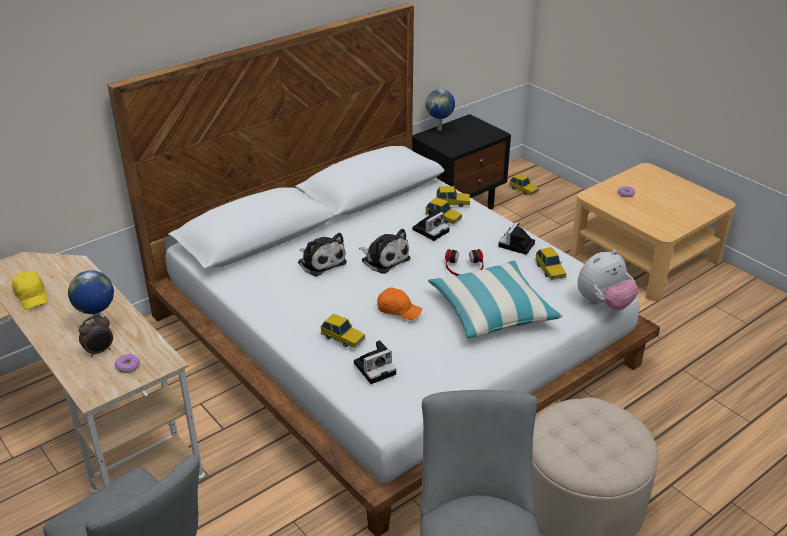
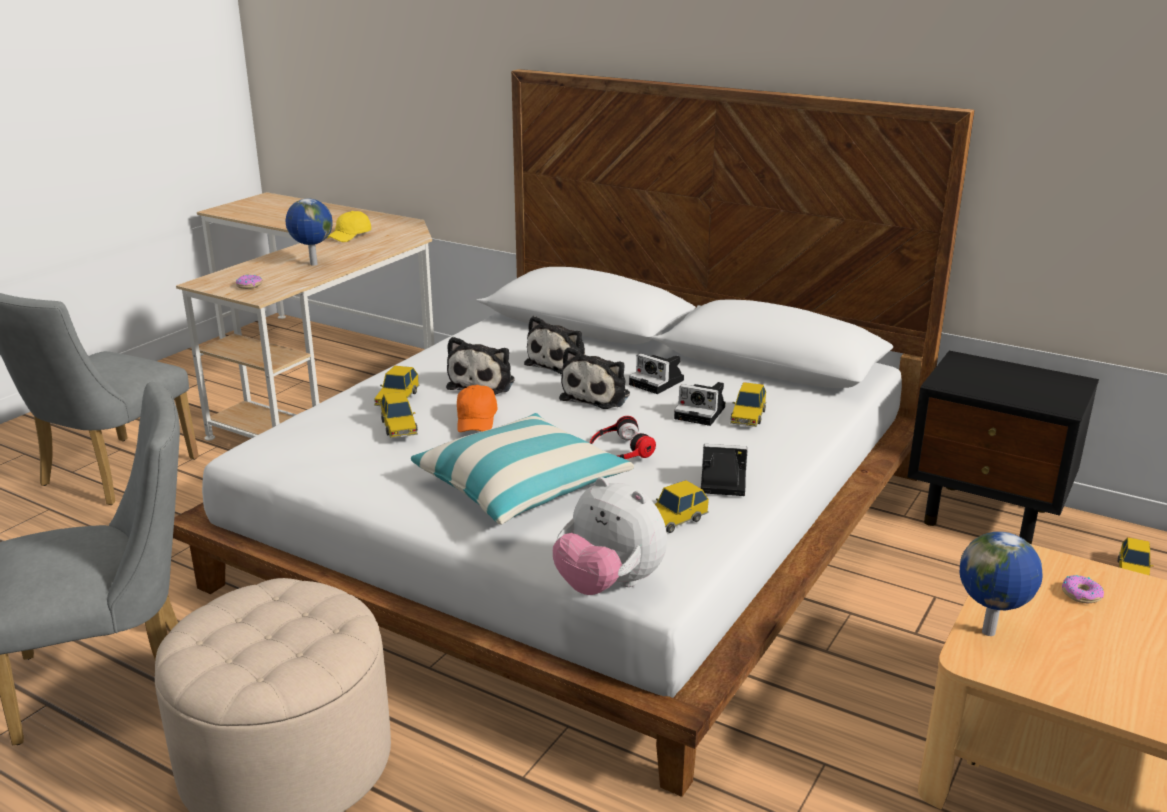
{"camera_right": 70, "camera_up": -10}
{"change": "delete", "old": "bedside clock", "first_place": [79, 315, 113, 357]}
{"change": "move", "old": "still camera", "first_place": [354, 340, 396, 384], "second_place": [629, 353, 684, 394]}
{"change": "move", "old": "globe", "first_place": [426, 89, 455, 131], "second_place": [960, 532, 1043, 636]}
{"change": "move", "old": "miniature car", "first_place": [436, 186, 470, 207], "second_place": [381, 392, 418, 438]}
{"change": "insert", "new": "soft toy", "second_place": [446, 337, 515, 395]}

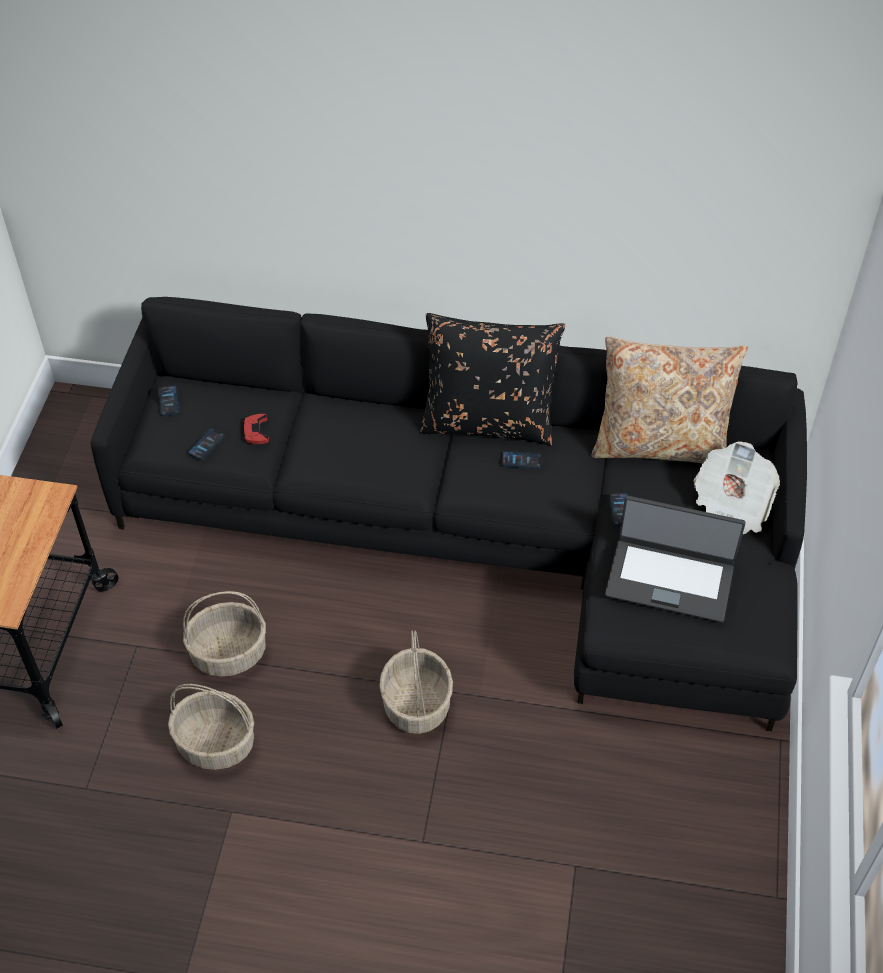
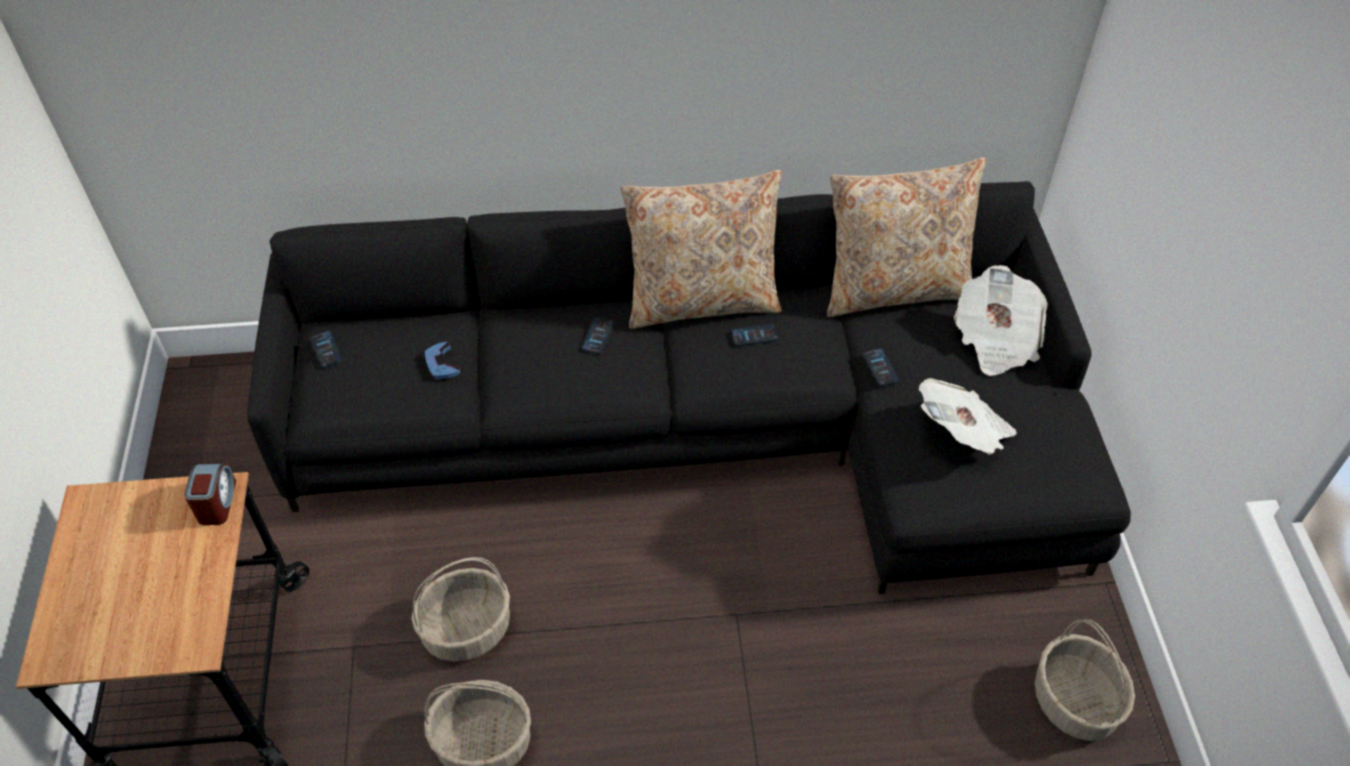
{"camera_right": -15, "camera_up": 0}
{"change": "move", "old": "phone", "first_place": [188, 428, 225, 460], "second_place": [581, 317, 614, 354]}
{"change": "recolor", "old": "joypad in red-coloured", "new": "joypad in bluish", "first_place": [243, 414, 269, 444], "second_place": [423, 342, 460, 379]}
{"change": "move", "old": "household basket", "first_place": [379, 631, 453, 734], "second_place": [1035, 619, 1135, 741]}
{"change": "recolor", "old": "pillow in blackish", "new": "pillow in beige-coloured", "first_place": [419, 313, 565, 445], "second_place": [621, 170, 782, 329]}
{"change": "replace", "old": "laptop", "new": "newspaper", "first_place": [605, 496, 746, 623], "second_place": [919, 378, 1017, 455]}
{"change": "insert", "new": "bedside clock", "second_place": [184, 464, 236, 525]}

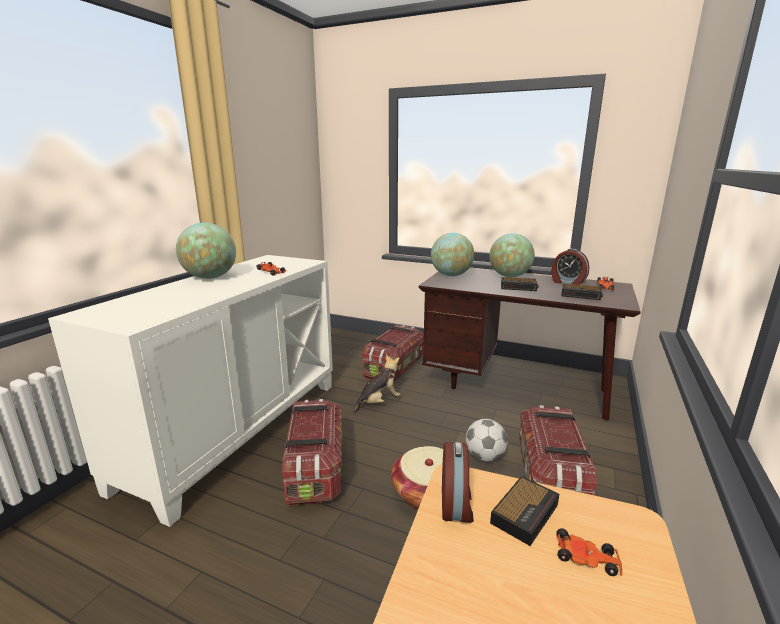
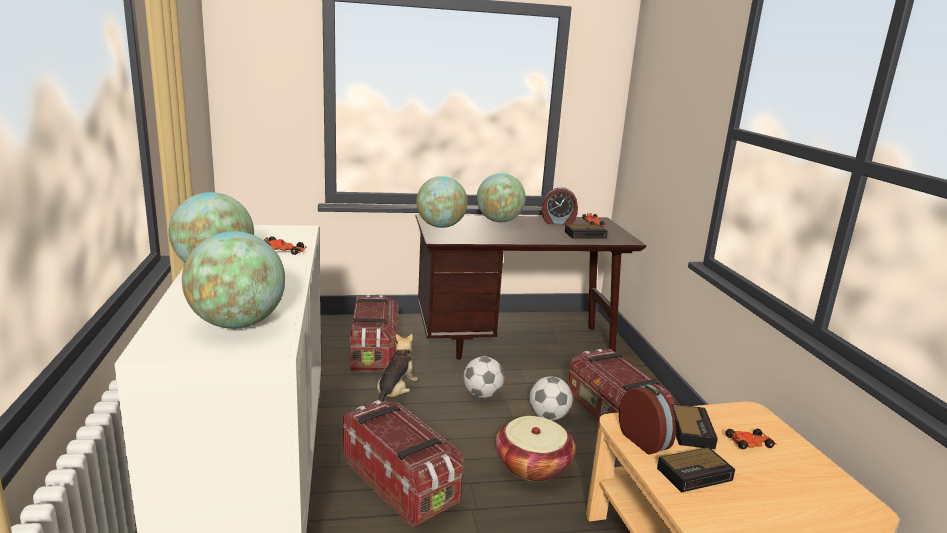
{"camera_right": -35, "camera_up": 0}
{"change": "move", "old": "bedside clock", "first_place": [501, 277, 539, 291], "second_place": [657, 447, 735, 493]}
{"change": "insert", "new": "globe", "second_place": [182, 231, 285, 329]}
{"change": "insert", "new": "football", "second_place": [463, 356, 504, 398]}

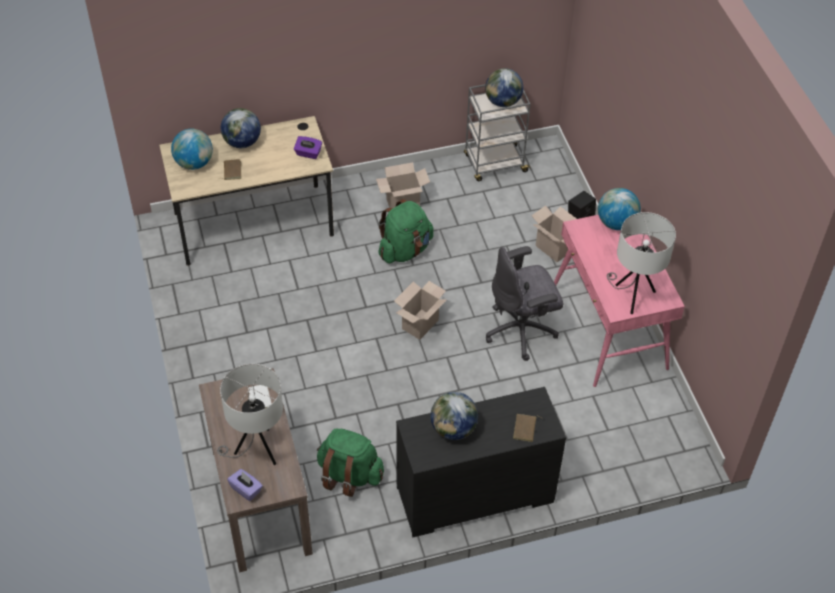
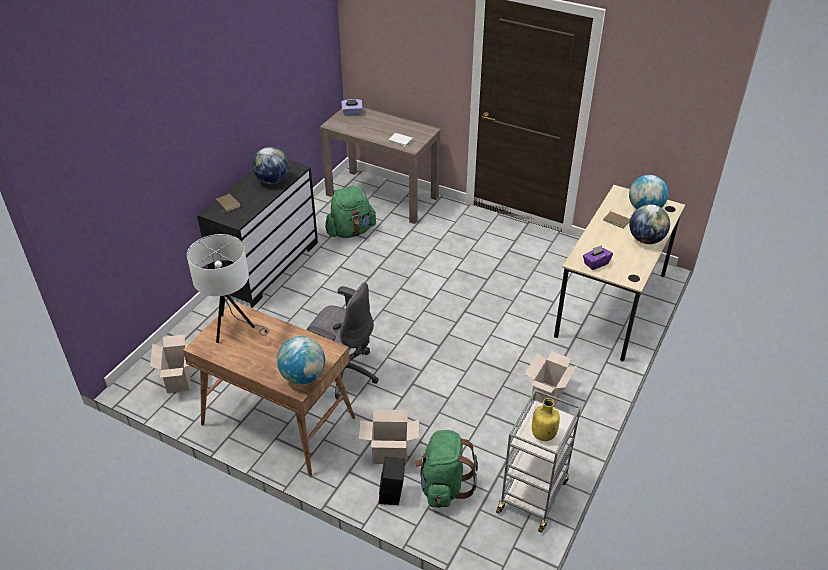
{"camera_right": 135, "camera_up": -10}
{"change": "delete", "old": "lamp for a table in whitish", "first_place": [217, 364, 283, 465]}
{"change": "move", "old": "rucksack in greenish", "first_place": [378, 199, 434, 263], "second_place": [415, 430, 478, 508]}
{"change": "move", "old": "cardboard box", "first_place": [394, 281, 447, 340], "second_place": [150, 334, 191, 393]}
{"change": "replace", "old": "globe", "new": "bottle in yellowish", "first_place": [485, 68, 523, 107], "second_place": [532, 398, 560, 441]}
{"change": "rotate", "old": "desk chair in gray", "first_place": [486, 246, 563, 361], "second_place": [306, 282, 379, 401], "degrees": 90}
{"change": "recolor", "old": "desk table in pink", "new": "desk table in brown-coloured", "first_place": [554, 215, 685, 387], "second_place": [183, 302, 355, 476]}

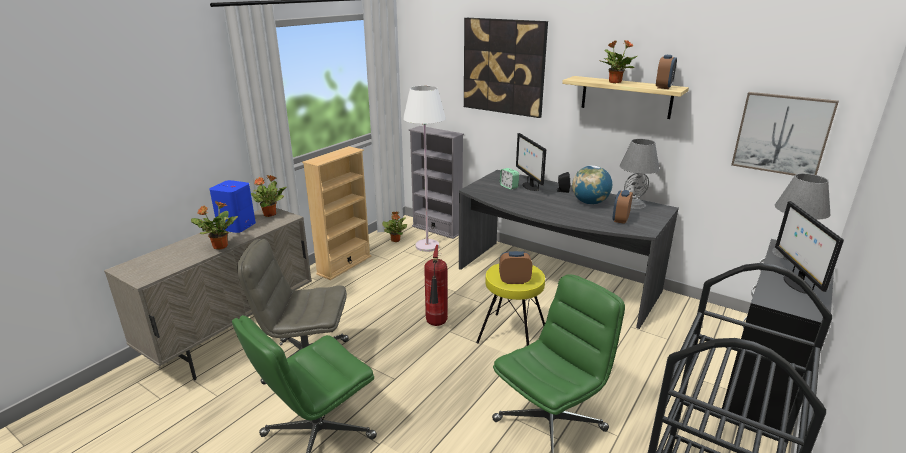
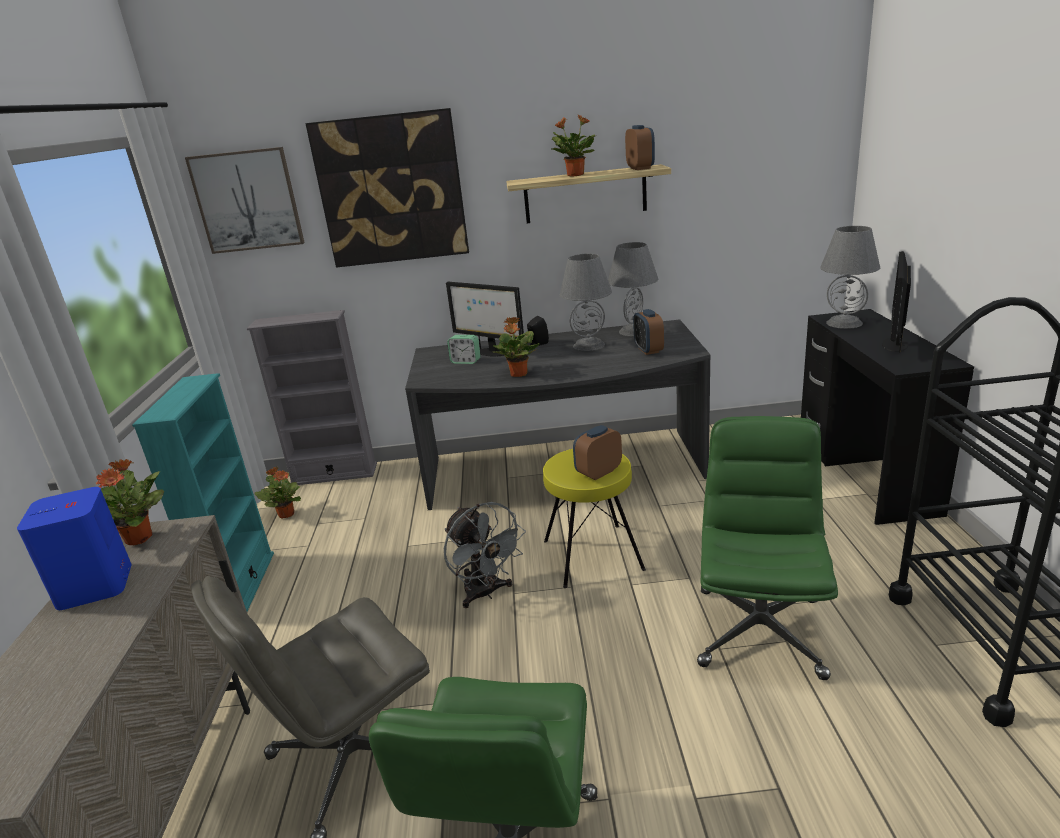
{"camera_right": -35, "camera_up": 0}
{"change": "move", "old": "plant in a pot", "first_place": [191, 201, 238, 250], "second_place": [493, 317, 539, 377]}
{"change": "recolor", "old": "shelving unit in beige-coloured", "new": "shelving unit in blue-green", "first_place": [302, 146, 372, 280], "second_place": [132, 373, 274, 611]}
{"change": "delete", "old": "standard lamp in whitish", "first_place": [403, 86, 446, 252]}
{"change": "replace", "old": "fire extinguisher", "new": "fan in gray", "first_place": [424, 245, 448, 326], "second_place": [444, 502, 526, 608]}
{"change": "replace", "old": "globe", "new": "lamp for a table in gray", "first_place": [572, 165, 612, 205], "second_place": [560, 254, 612, 351]}
{"change": "move", "old": "wall picture", "first_place": [731, 92, 839, 176], "second_place": [185, 147, 305, 254]}
{"change": "rotate", "old": "monitor", "first_place": [775, 201, 844, 294], "second_place": [882, 251, 911, 353], "degrees": 60}

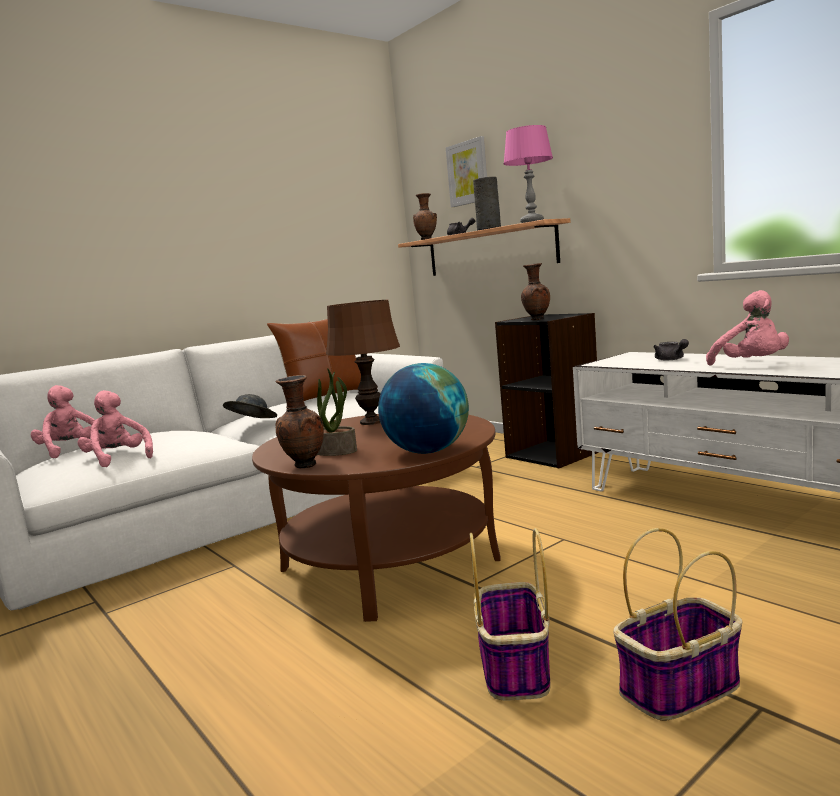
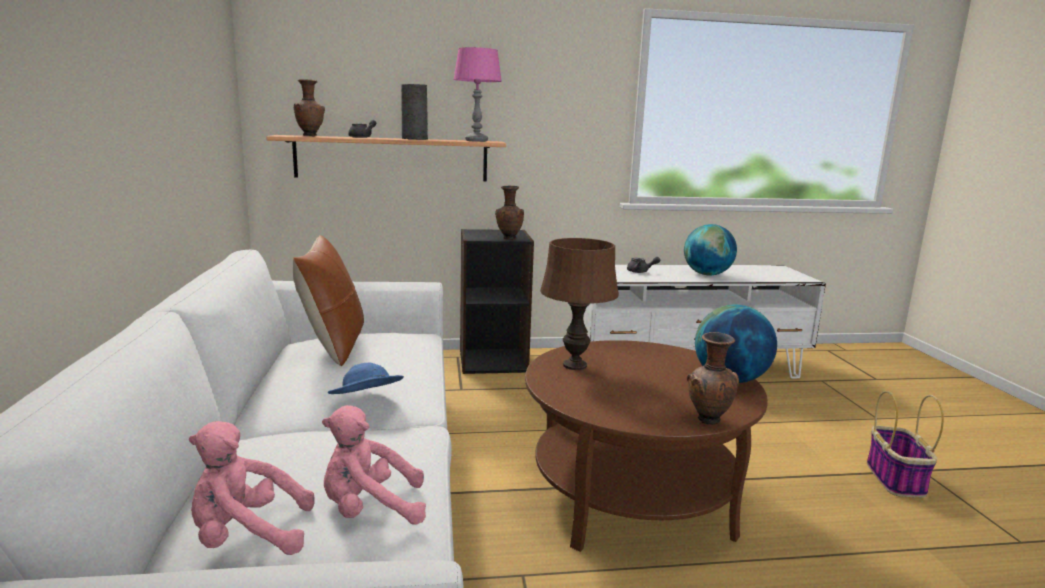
{"camera_right": -60, "camera_up": 5}
{"change": "recolor", "old": "clothing hat in gray", "new": "clothing hat in bluish", "first_place": [223, 394, 277, 418], "second_place": [328, 363, 404, 394]}
{"change": "delete", "old": "plant in a pot", "first_place": [317, 368, 357, 456]}
{"change": "delete", "old": "wall picture", "first_place": [446, 136, 487, 207]}
{"change": "delete", "old": "household basket", "first_place": [470, 528, 551, 700]}
{"change": "replace", "old": "soft toy in pink", "new": "globe", "first_place": [706, 290, 789, 366], "second_place": [684, 224, 737, 275]}

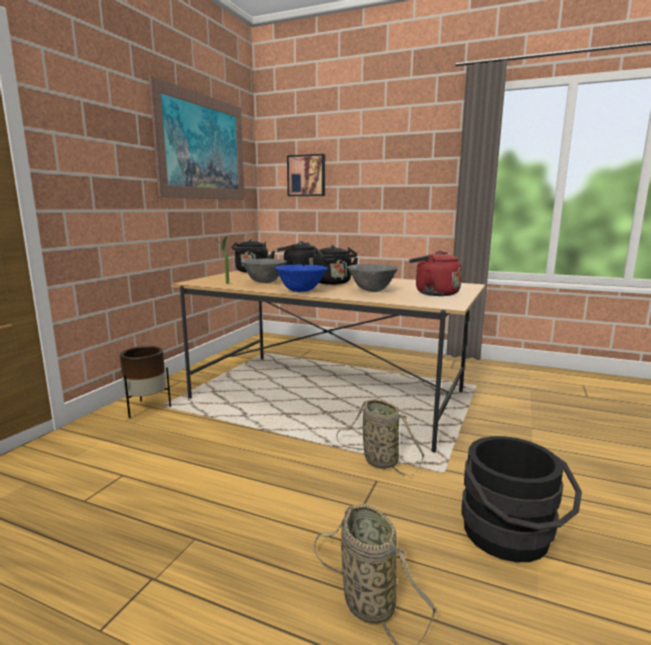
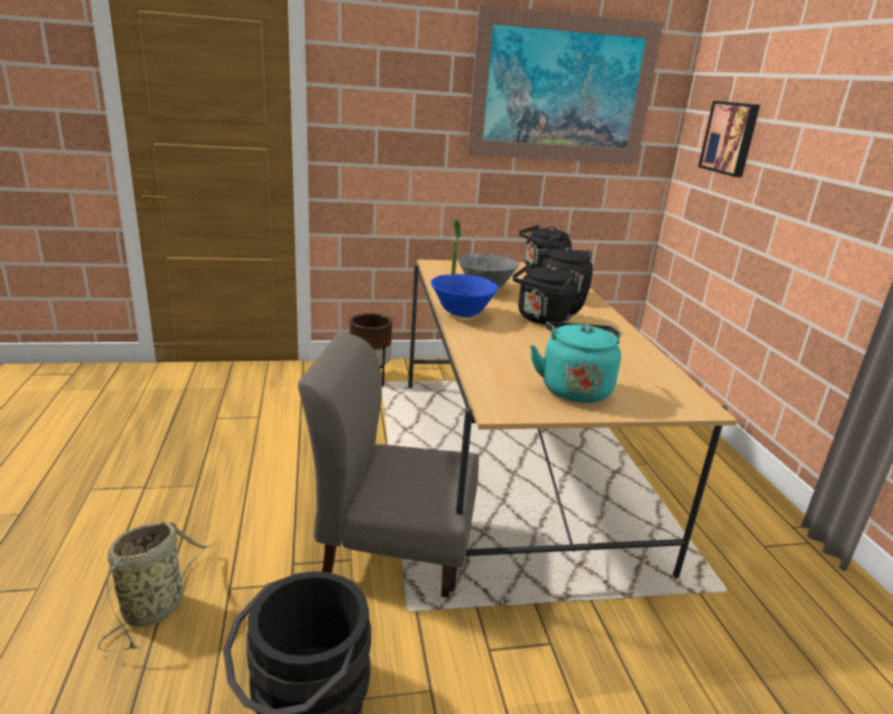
{"camera_right": 55, "camera_up": 10}
{"change": "replace", "old": "household basket", "new": "chair in gray", "first_place": [336, 399, 424, 476], "second_place": [298, 332, 479, 598]}
{"change": "delete", "old": "bowl in gray", "first_place": [347, 264, 398, 292]}
{"change": "recolor", "old": "water kettle in red-coloured", "new": "water kettle in blue-green", "first_place": [409, 251, 462, 296], "second_place": [530, 321, 621, 403]}

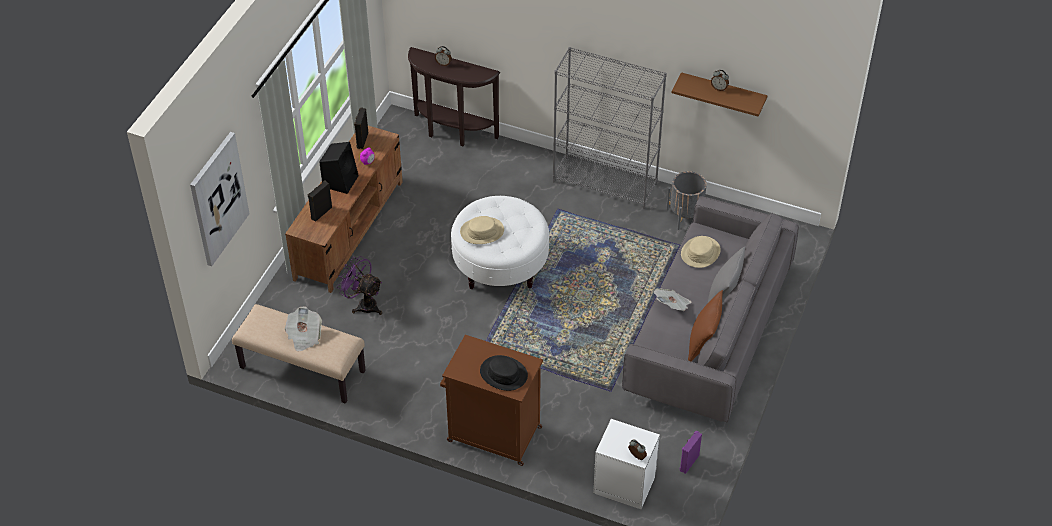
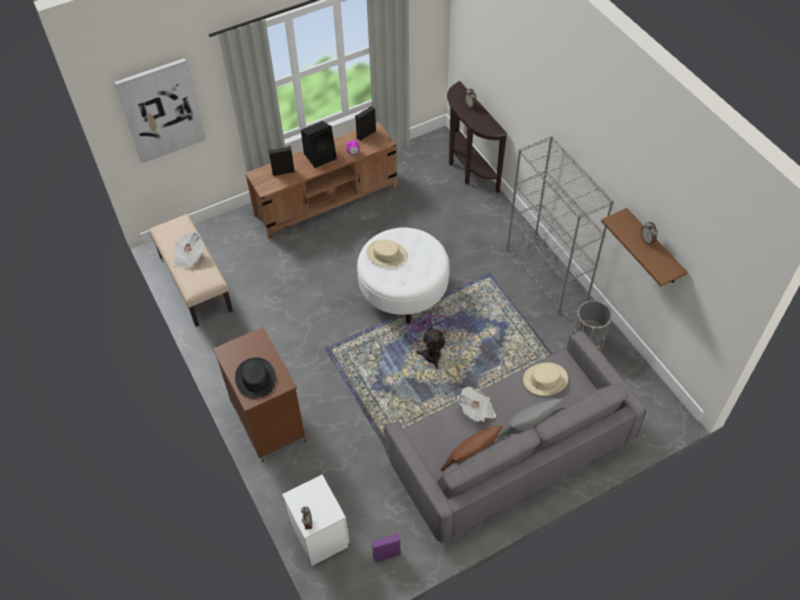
{"camera_right": 40, "camera_up": 5}
{"change": "move", "old": "fan in purple-coloured", "first_place": [337, 256, 382, 315], "second_place": [408, 309, 450, 369]}

